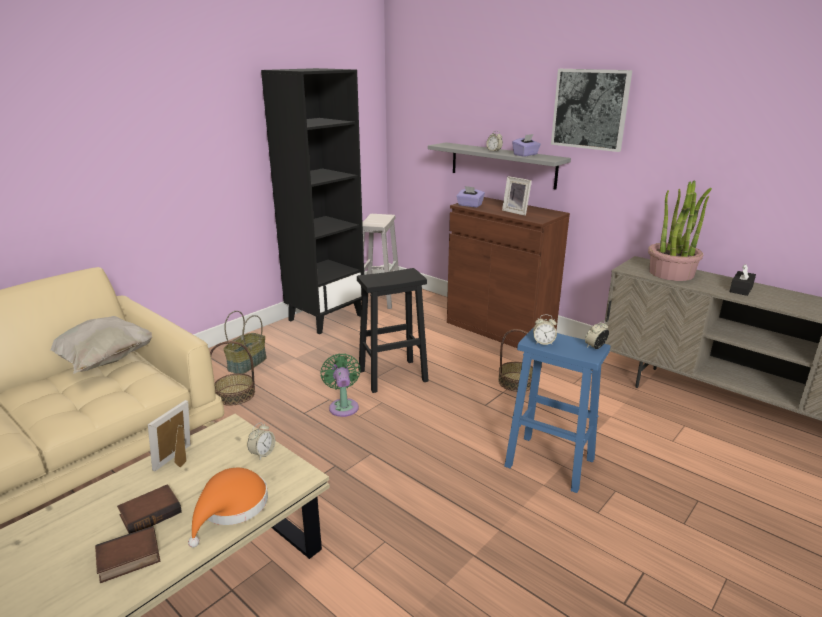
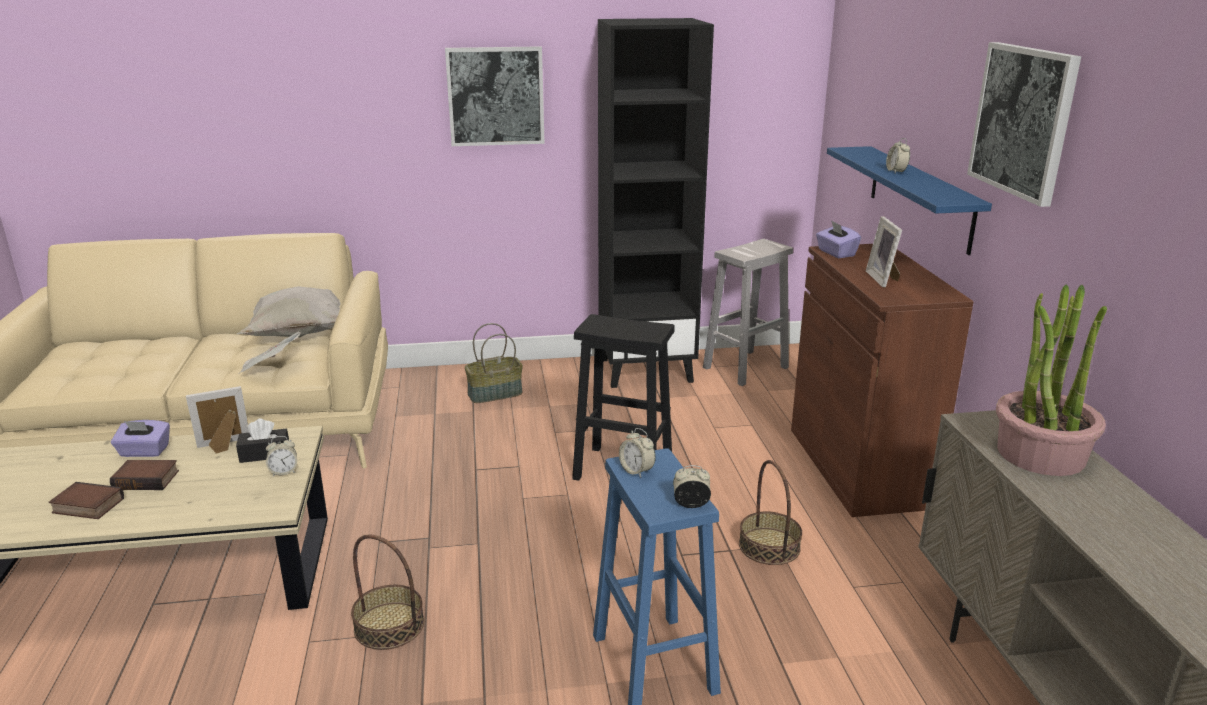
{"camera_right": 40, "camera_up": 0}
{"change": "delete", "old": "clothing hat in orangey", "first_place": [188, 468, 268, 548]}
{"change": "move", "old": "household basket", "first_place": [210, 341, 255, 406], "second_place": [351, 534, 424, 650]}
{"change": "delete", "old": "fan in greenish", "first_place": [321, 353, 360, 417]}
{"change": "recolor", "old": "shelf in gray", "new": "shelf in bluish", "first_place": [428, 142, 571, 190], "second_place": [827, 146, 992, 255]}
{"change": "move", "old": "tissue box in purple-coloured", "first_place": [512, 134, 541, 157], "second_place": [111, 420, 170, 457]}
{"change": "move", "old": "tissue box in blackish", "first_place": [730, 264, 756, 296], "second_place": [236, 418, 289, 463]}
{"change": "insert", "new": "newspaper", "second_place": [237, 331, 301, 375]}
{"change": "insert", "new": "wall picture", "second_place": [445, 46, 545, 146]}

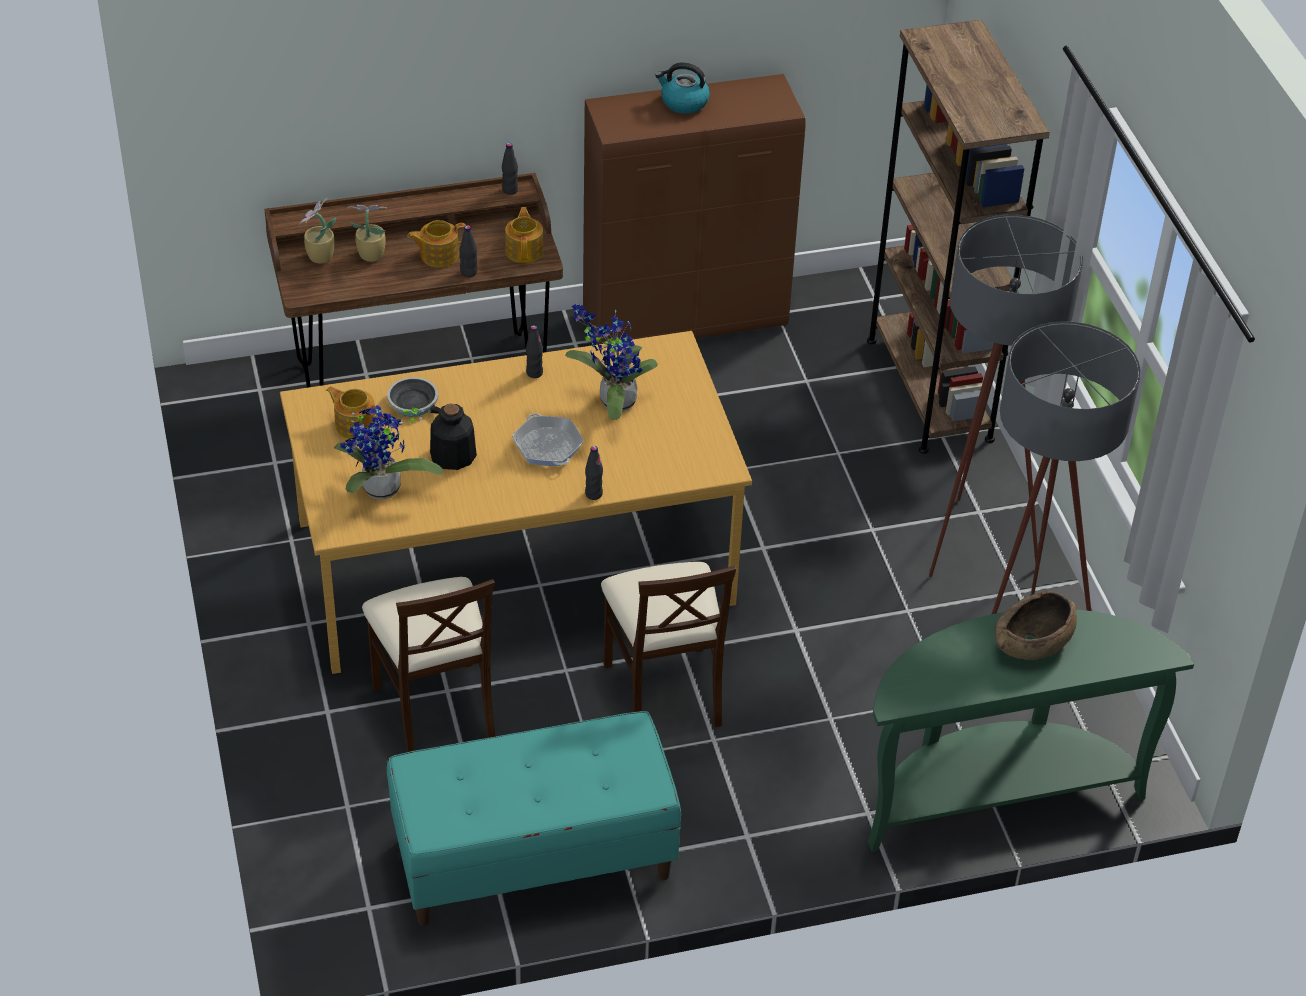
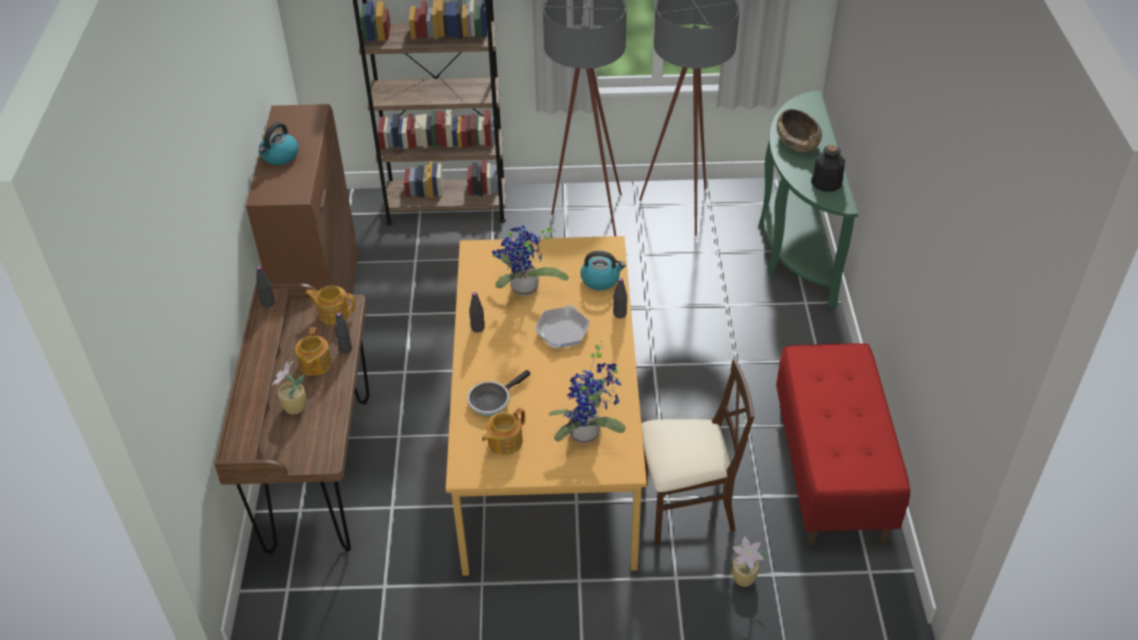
{"camera_right": -75, "camera_up": 0}
{"change": "move", "old": "plant in a pot", "first_place": [299, 198, 336, 263], "second_place": [732, 536, 766, 587]}
{"change": "recolor", "old": "long seat in blue-green", "new": "long seat in red-coloured", "first_place": [387, 711, 681, 926], "second_place": [776, 343, 910, 546]}
{"change": "move", "old": "bottle", "first_place": [430, 404, 477, 470], "second_place": [811, 145, 845, 192]}
{"change": "rotate", "old": "skillet", "first_place": [512, 413, 584, 466], "second_place": [535, 305, 590, 348], "degrees": -60}
{"change": "delete", "old": "chair in beige-coloured", "first_place": [601, 562, 736, 727]}
{"change": "insert", "new": "water kettle", "second_place": [581, 251, 626, 290]}

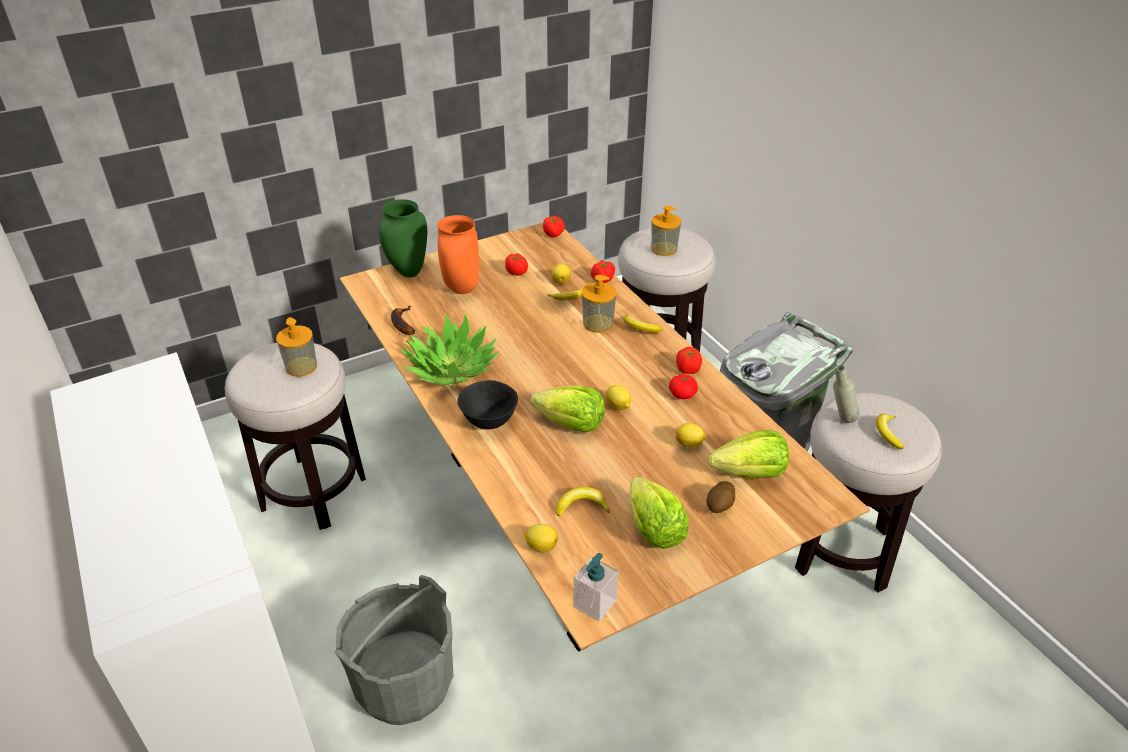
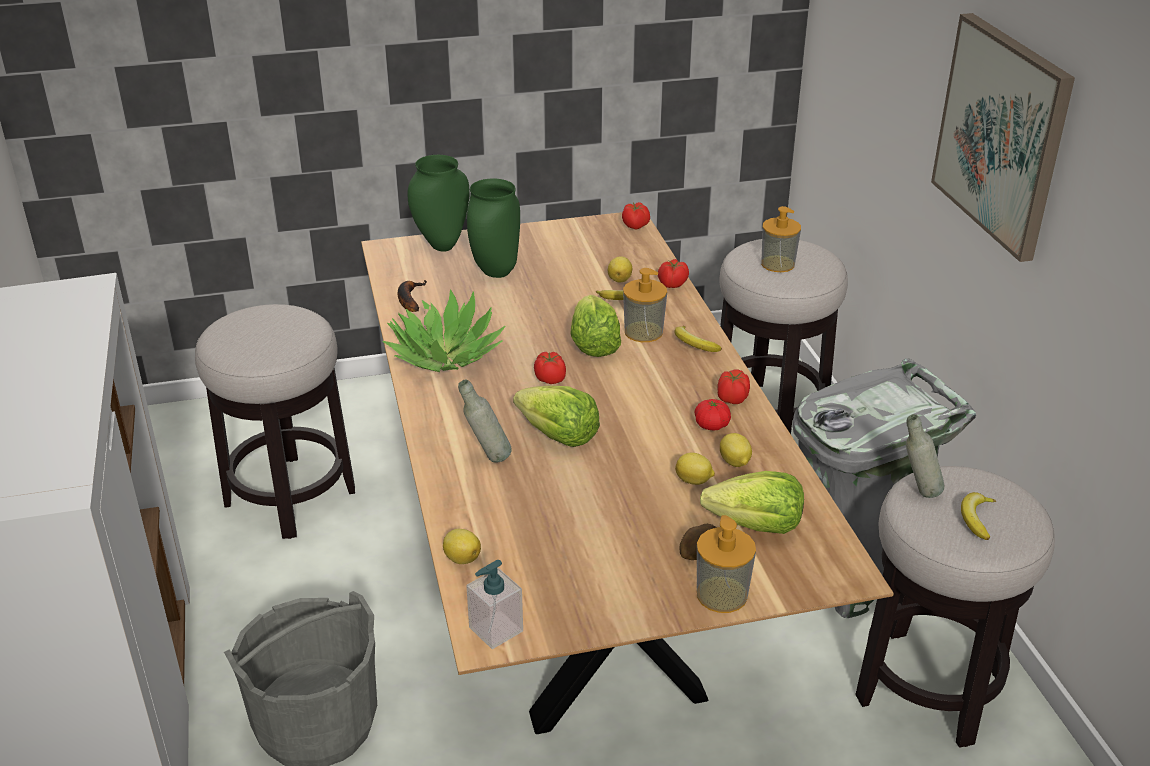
{"camera_right": 15, "camera_up": -5}
{"change": "move", "old": "soap dispenser", "first_place": [276, 317, 317, 377], "second_place": [697, 515, 756, 613]}
{"change": "recolor", "old": "flower vase in orangey", "new": "flower vase in greenish", "first_place": [437, 215, 479, 294], "second_place": [467, 179, 520, 278]}
{"change": "delete", "old": "bowl in blackish", "first_place": [457, 380, 518, 429]}
{"change": "move", "old": "tomato", "first_place": [505, 253, 528, 276], "second_place": [534, 352, 566, 384]}
{"change": "delete", "old": "whole banana", "first_place": [556, 487, 610, 516]}
{"change": "move", "old": "whole lemon", "first_place": [606, 385, 631, 410], "second_place": [720, 433, 752, 467]}
{"change": "move", "old": "lettuce", "first_place": [630, 477, 689, 549], "second_place": [571, 295, 621, 357]}
{"change": "insert", "new": "bottle in gray", "second_place": [458, 379, 512, 463]}
{"change": "insert", "new": "wall picture", "second_place": [931, 13, 1075, 262]}

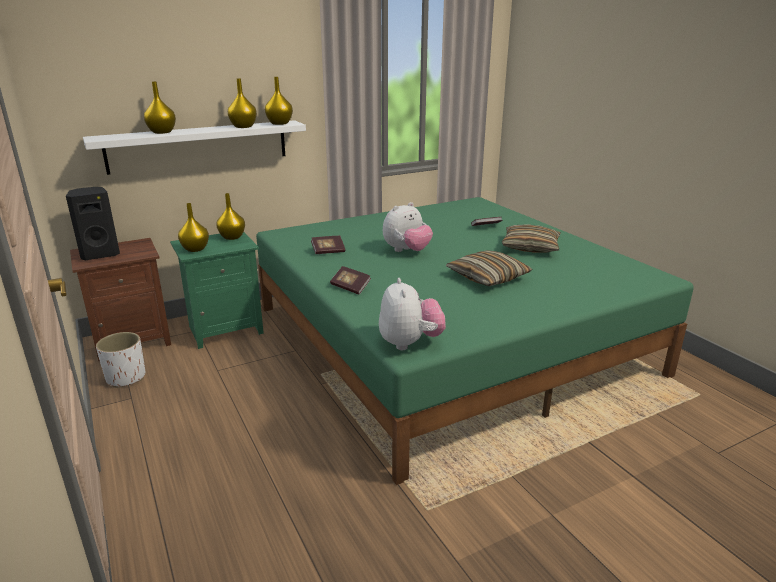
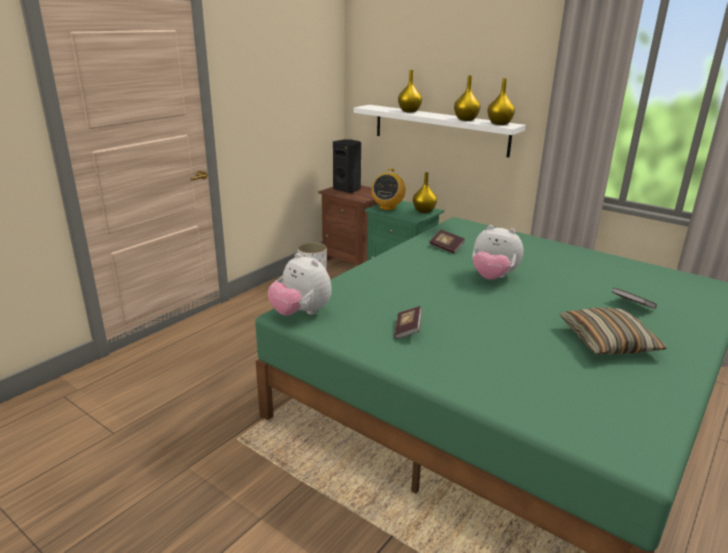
{"camera_right": 65, "camera_up": 0}
{"change": "replace", "old": "flower vase in yellowish", "new": "radio", "first_place": [178, 203, 209, 252], "second_place": [371, 168, 406, 210]}
{"change": "move", "old": "bound book", "first_place": [330, 266, 371, 295], "second_place": [394, 306, 422, 339]}
{"change": "rotate", "old": "soft toy", "first_place": [379, 278, 446, 350], "second_place": [268, 253, 332, 316], "degrees": 75}
{"change": "delete", "old": "pillow", "first_place": [446, 250, 532, 286]}

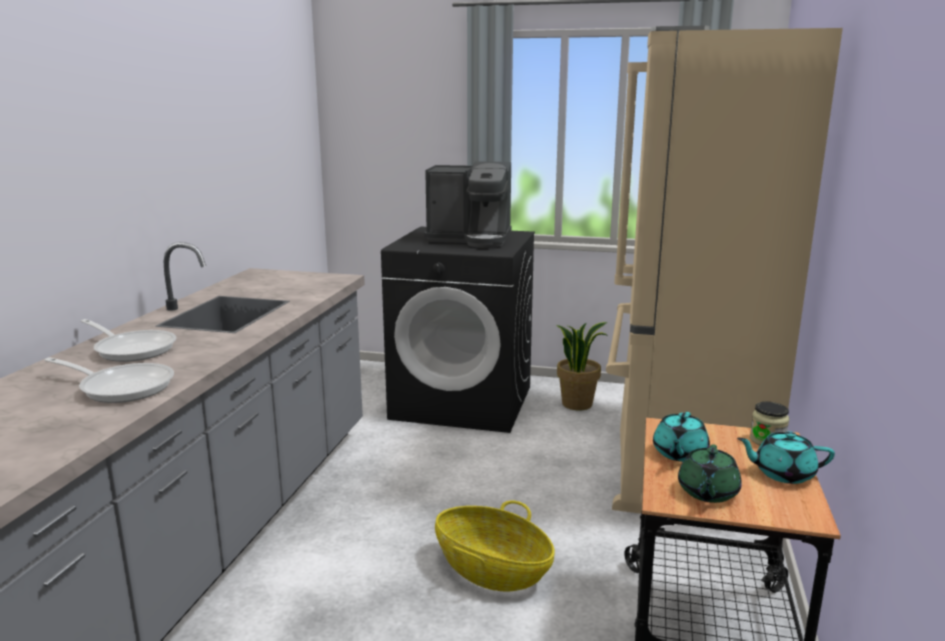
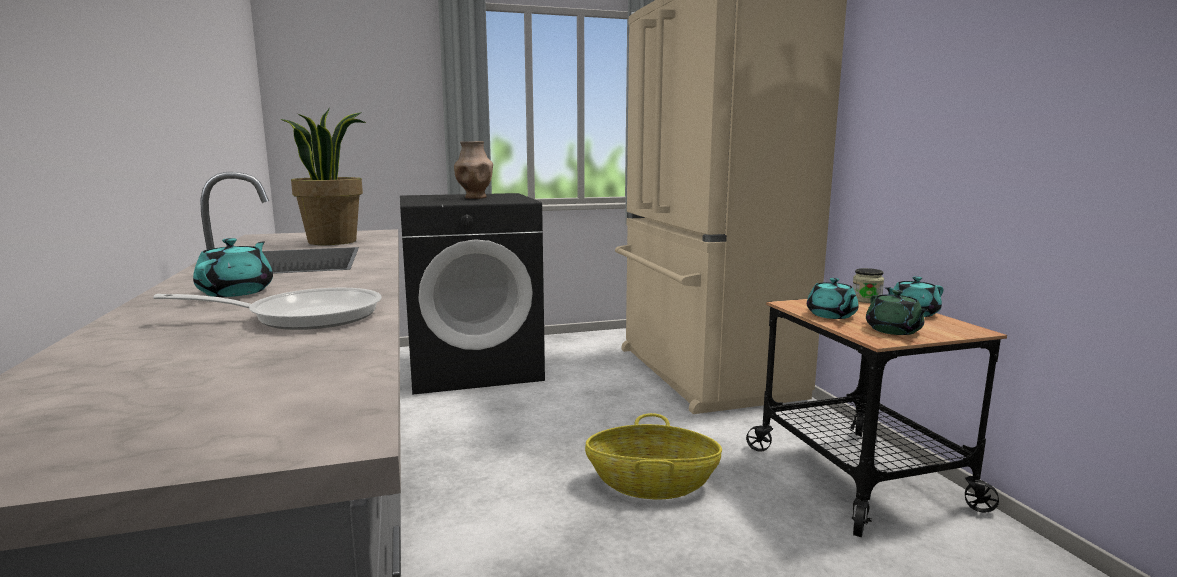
{"camera_right": -30, "camera_up": -5}
{"change": "replace", "old": "skillet", "new": "teapot in blue-green", "first_place": [81, 319, 176, 362], "second_place": [193, 238, 273, 297]}
{"change": "replace", "old": "coffee brewer", "new": "flower vase in brown-coloured", "first_place": [424, 161, 511, 248], "second_place": [454, 141, 493, 199]}
{"change": "move", "old": "plant in a pot", "first_place": [556, 322, 609, 410], "second_place": [281, 109, 366, 245]}

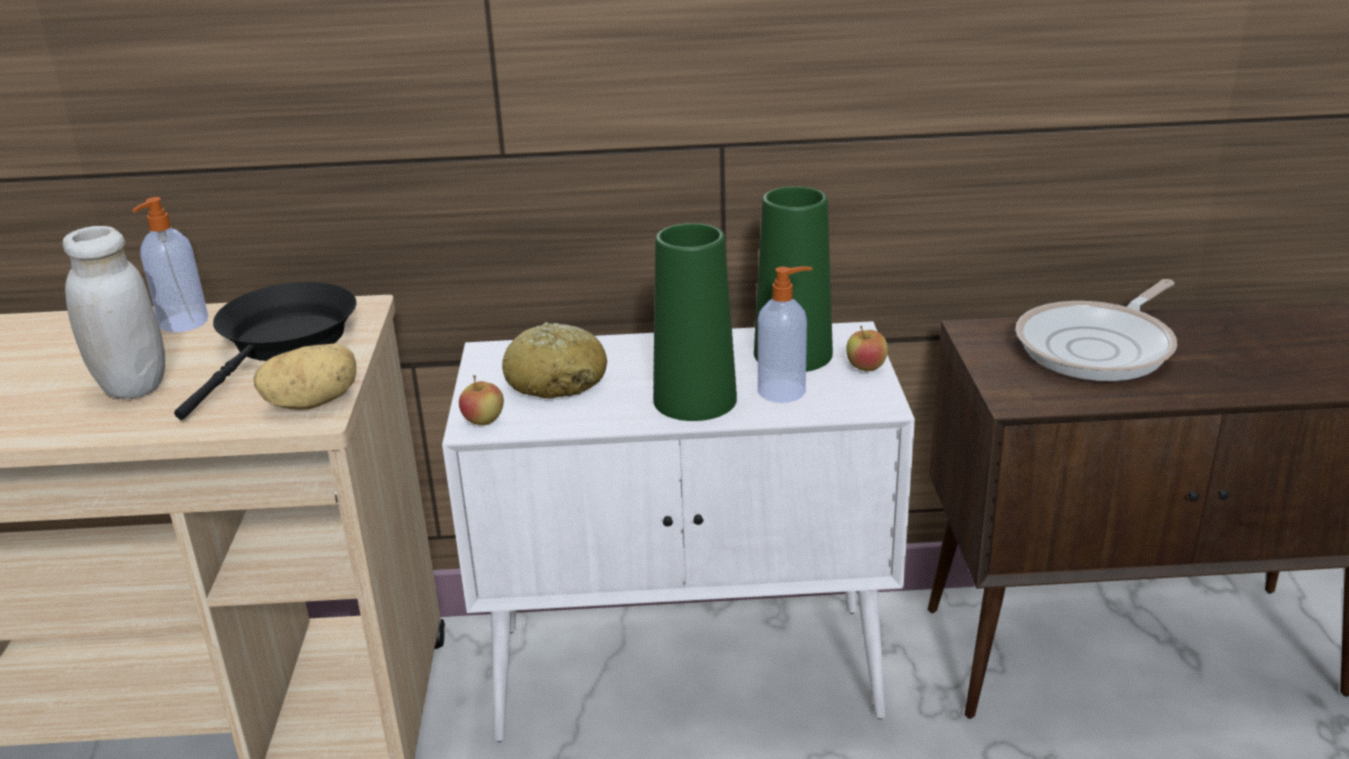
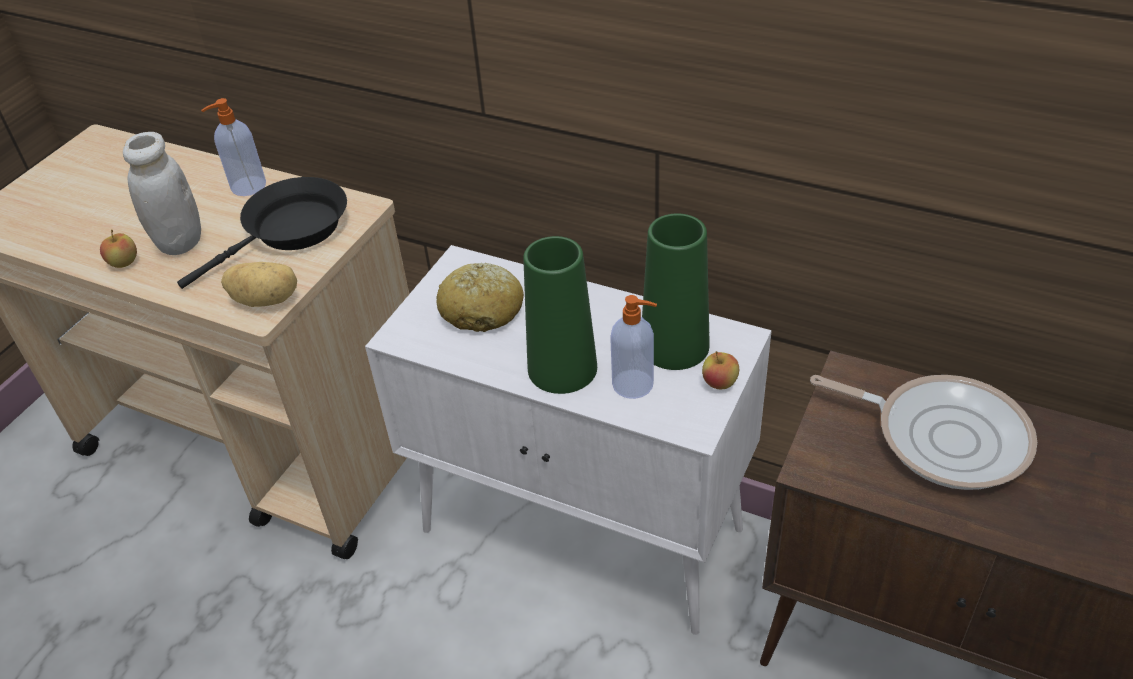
{"camera_right": 30, "camera_up": 15}
{"change": "move", "old": "apple", "first_place": [459, 375, 504, 425], "second_place": [100, 230, 137, 268]}
{"change": "rotate", "old": "skillet", "first_place": [1015, 279, 1177, 381], "second_place": [810, 375, 1037, 490], "degrees": -135}

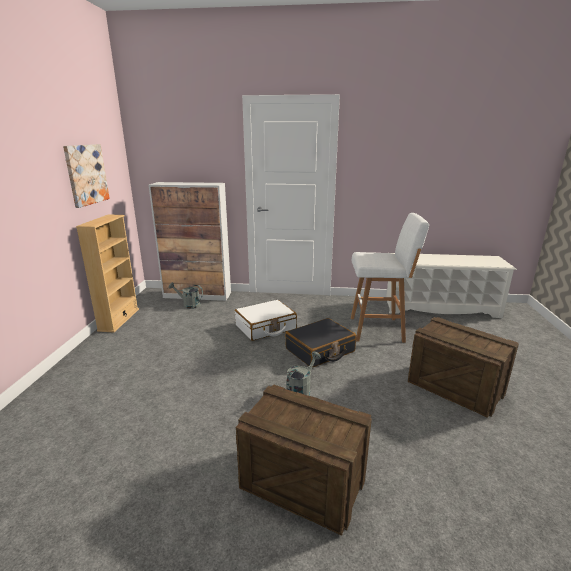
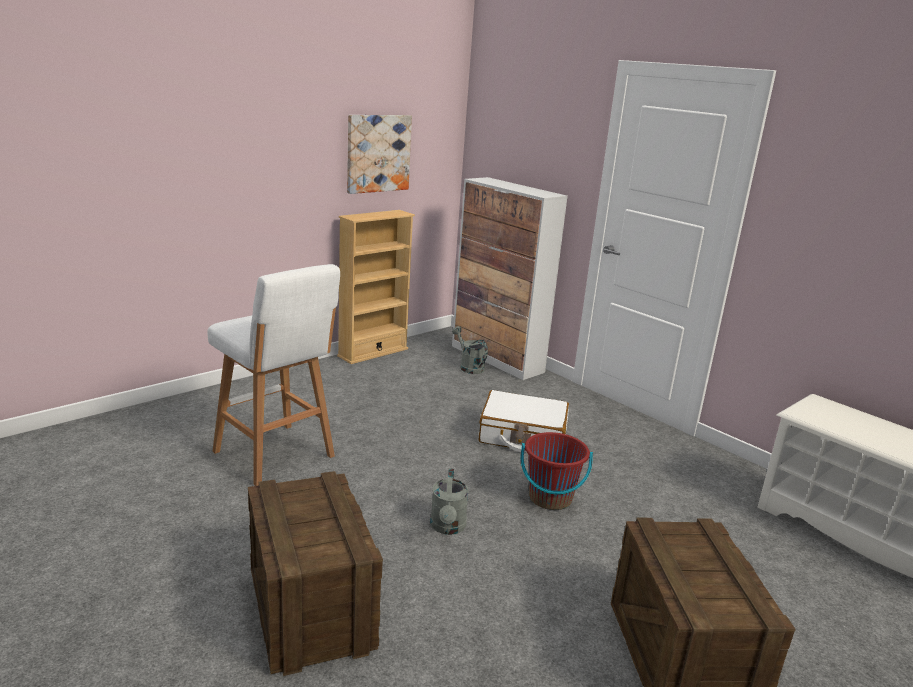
{"camera_right": 40, "camera_up": 0}
{"change": "replace", "old": "travel case in blackish", "new": "water bucket in red-coloured", "first_place": [285, 318, 356, 368], "second_place": [521, 432, 593, 510]}
{"change": "rotate", "old": "watering can in gray", "first_place": [286, 351, 321, 396], "second_place": [430, 468, 469, 535], "degrees": 105}
{"change": "move", "old": "sitting stool in whitish", "first_place": [351, 213, 429, 343], "second_place": [207, 264, 340, 486]}

